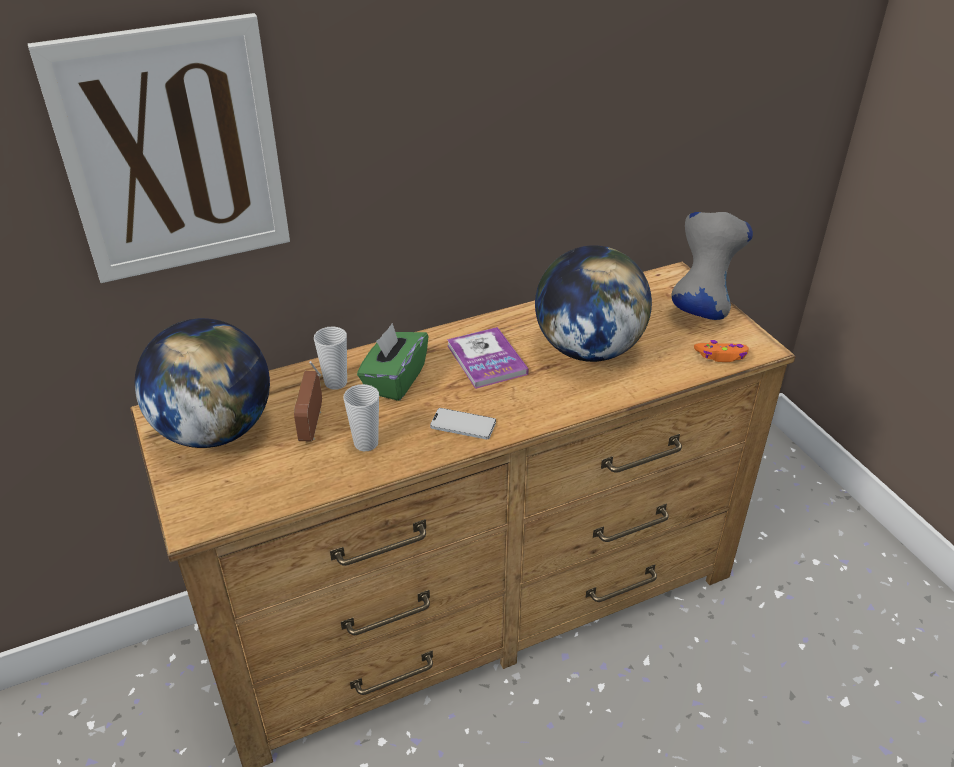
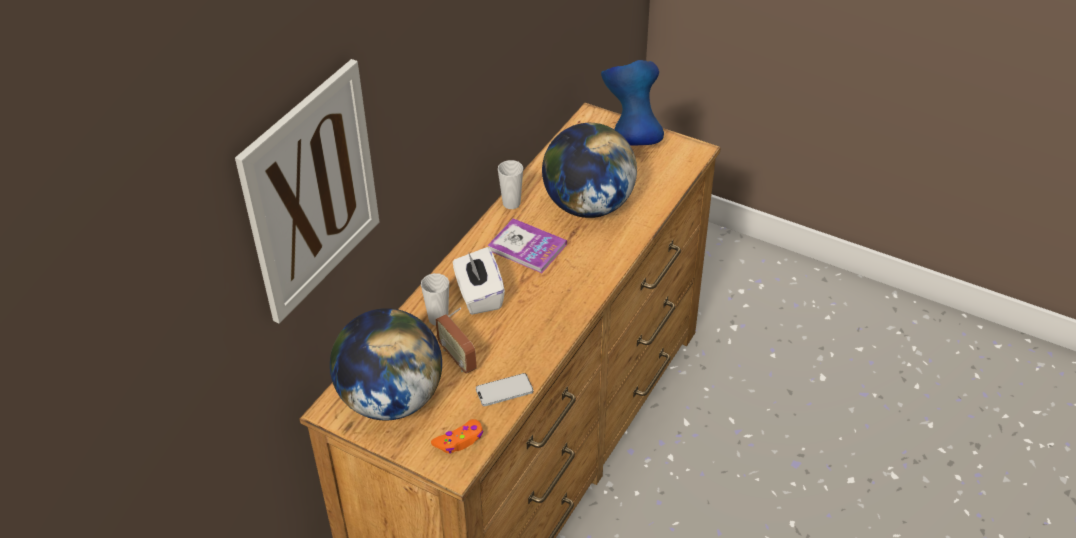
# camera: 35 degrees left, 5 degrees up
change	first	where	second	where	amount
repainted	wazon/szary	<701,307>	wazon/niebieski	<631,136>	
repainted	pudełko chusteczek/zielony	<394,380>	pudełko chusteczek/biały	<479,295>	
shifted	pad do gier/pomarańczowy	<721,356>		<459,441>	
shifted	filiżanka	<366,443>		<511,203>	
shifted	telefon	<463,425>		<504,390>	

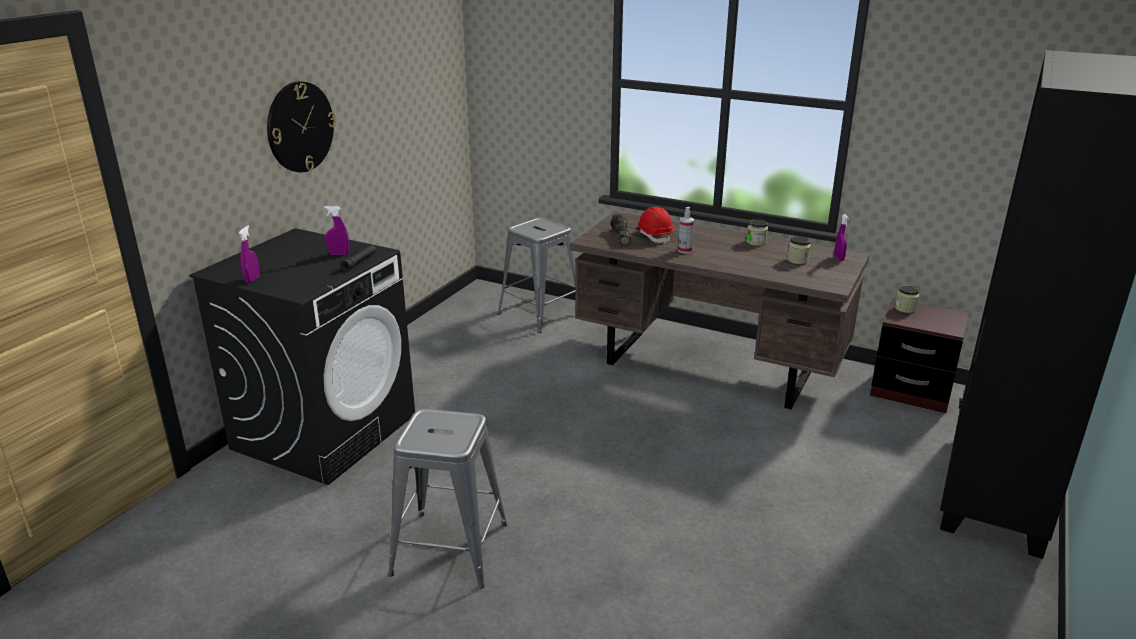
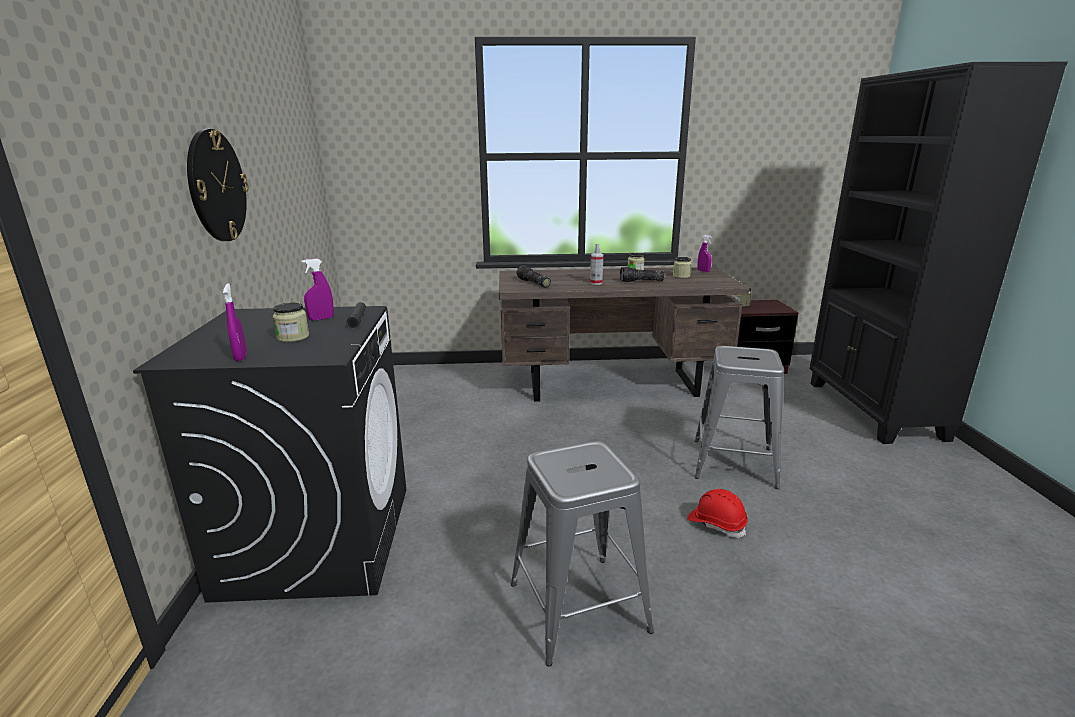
# camera: 30 degrees left, 5 degrees down
change	first	where	second	where	amount
shifted	kask/czerwony	<654,236>		<716,524>	
shifted	stołek/szary	<540,313>		<733,463>	
new			latarka	<641,281>	
new			słoik	<293,337>	

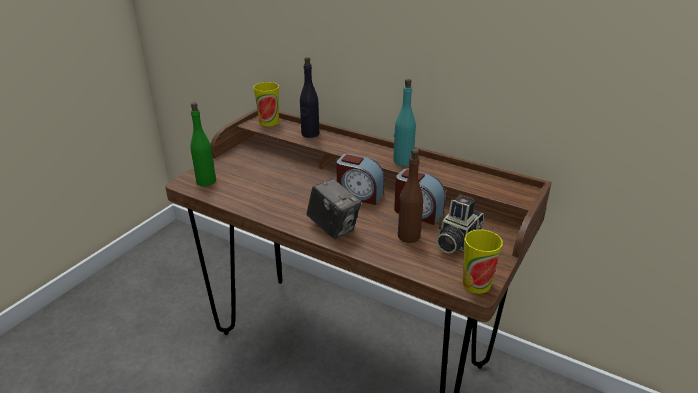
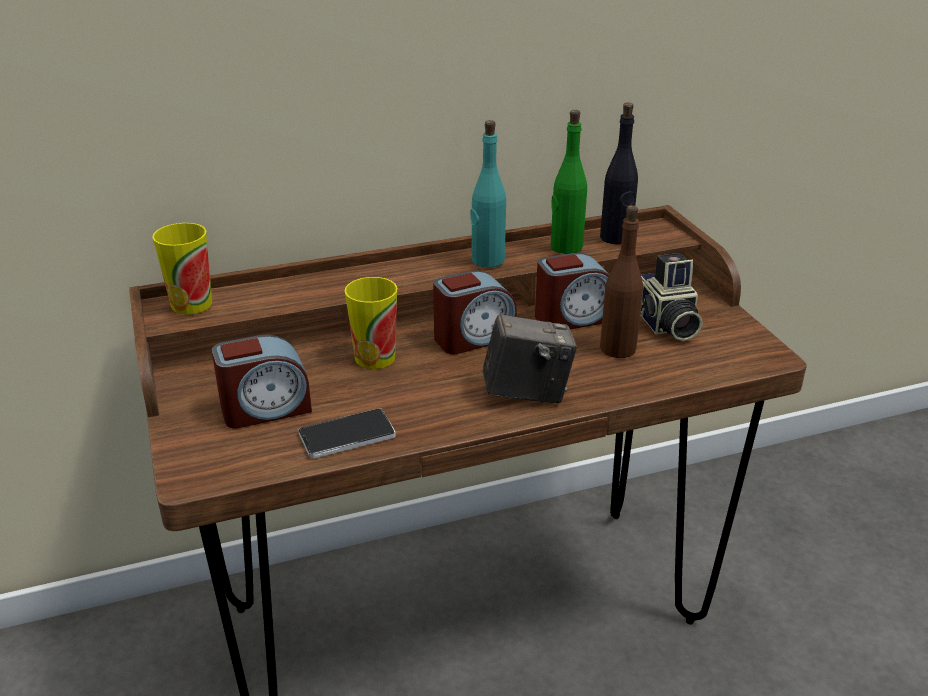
# camera: 50 degrees left, 0 degrees up
change	first	where	second	where	amount
shifted	butelka/czarny	<310,134>		<616,238>	
shifted	butelka/zielony	<206,181>		<565,247>	
shifted	filiżanka	<476,284>		<375,357>	
new			budzik	<265,409>	
new			telefon	<347,435>	

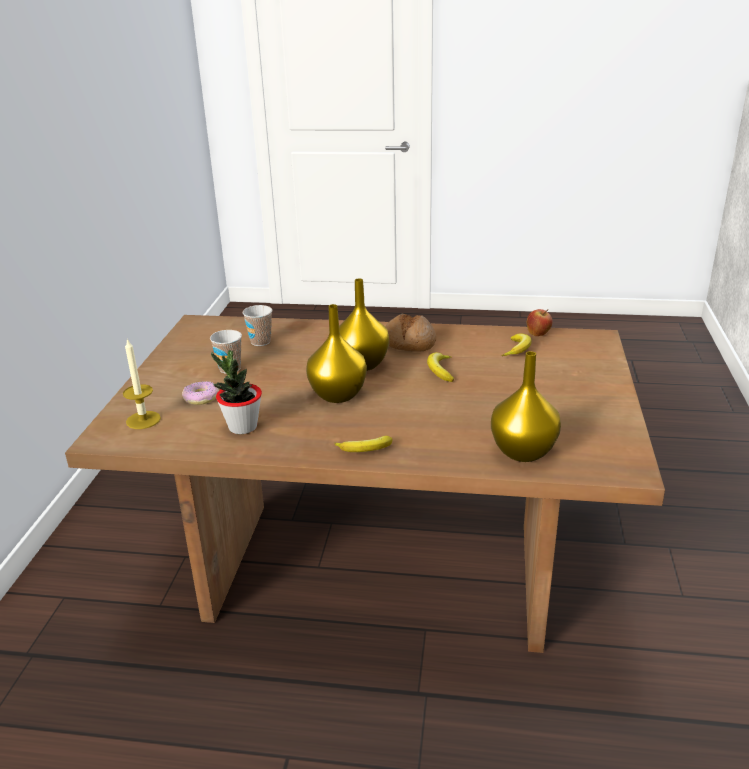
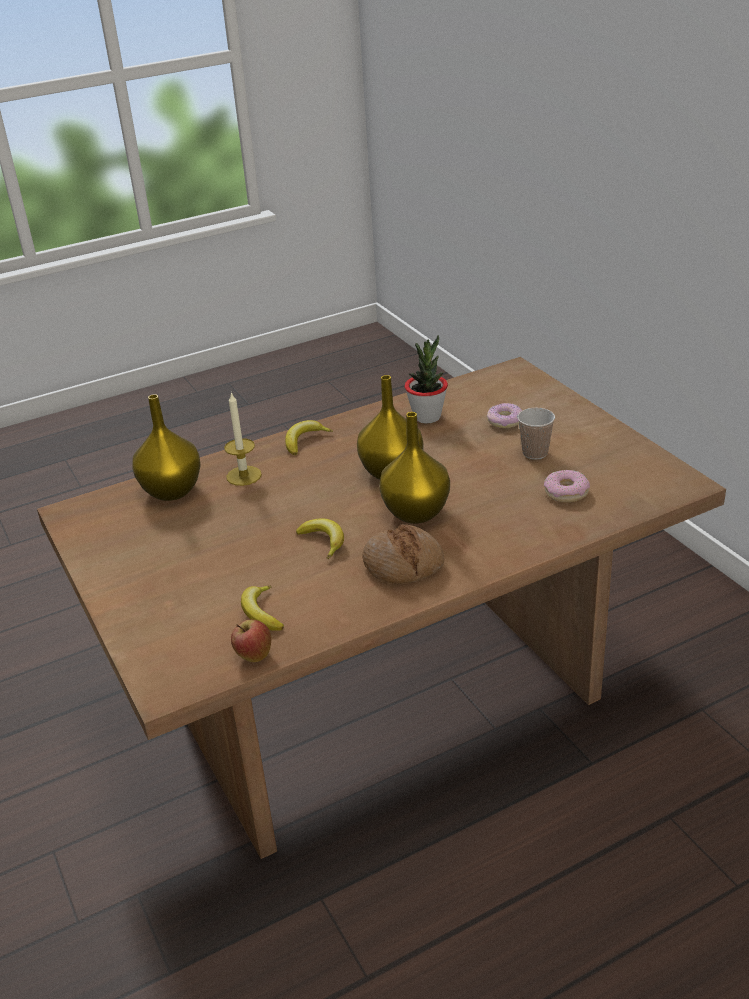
# camera: 145 degrees right, 5 degrees up
change	first	where	second	where	amount
swapped	filiżanka	<260,342>	donut	<566,492>	
shifted	świeca	<143,420>		<244,476>	

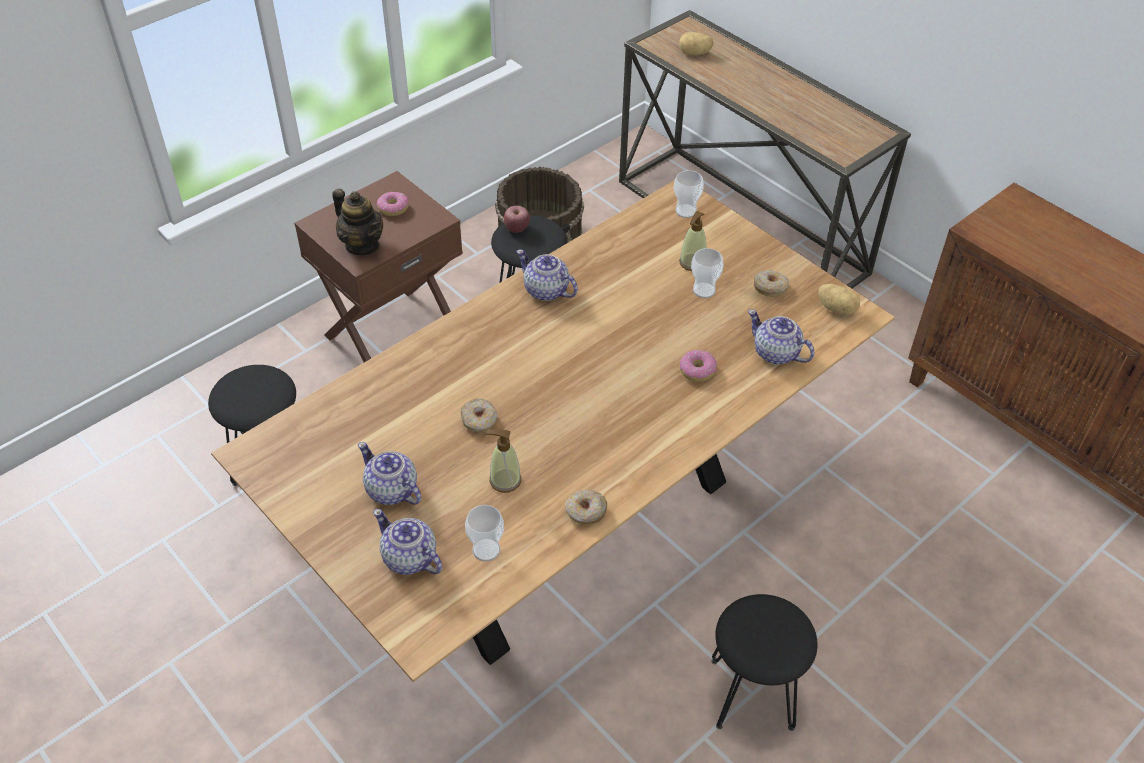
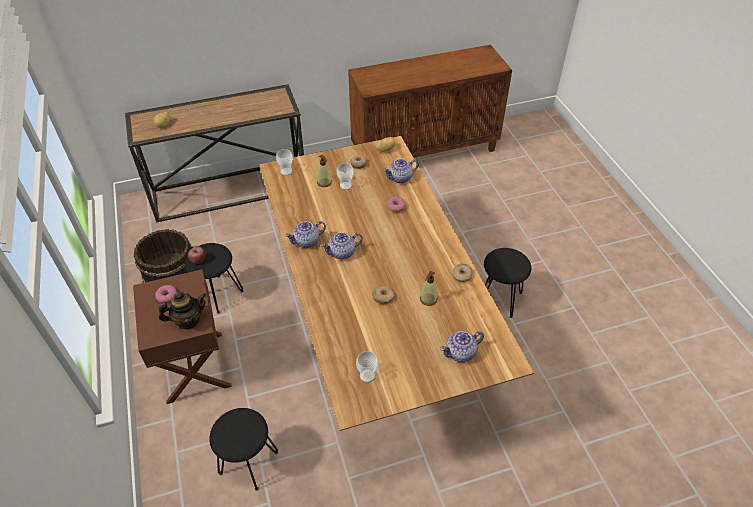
# camera: 65 degrees left, 0 degrees up
change	first	where	second	where	amount
shifted	imbryk	<392,491>		<342,253>	
shifted	filiżanka	<486,550>		<367,375>	

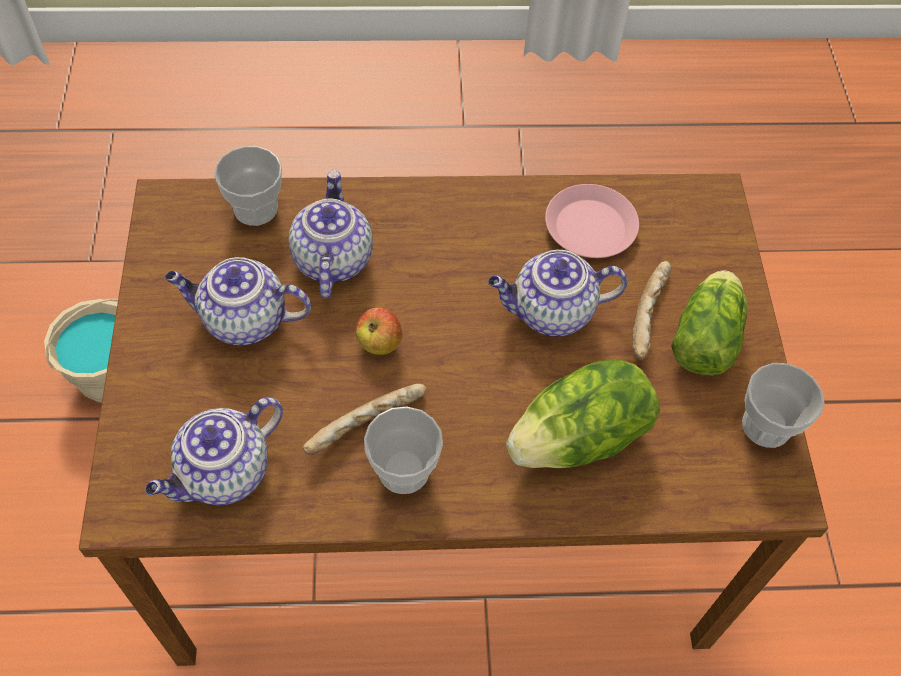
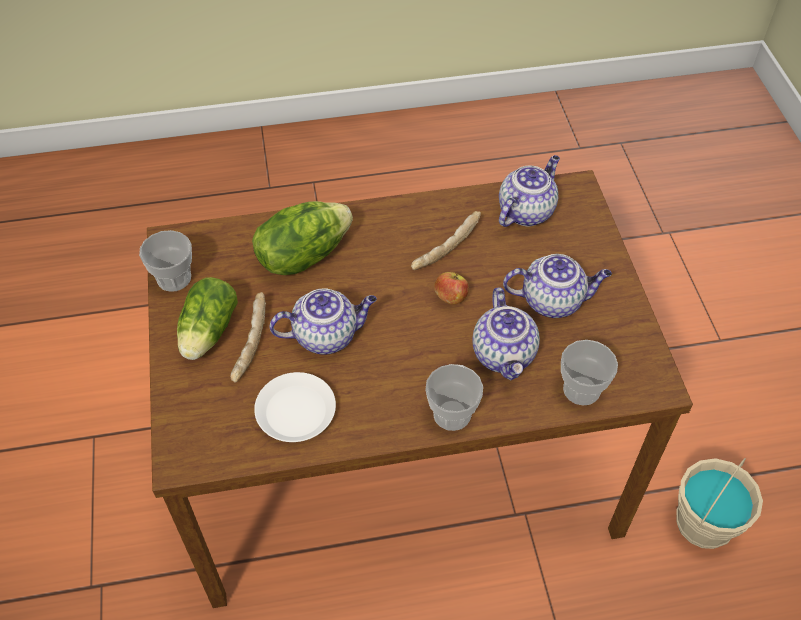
# camera: 175 degrees right, 5 degrees down
change	first	where	second	where	amount
repainted	talerz/różowy	<589,227>	talerz/biały	<296,412>	
shifted	filiżanka	<404,470>		<452,414>	

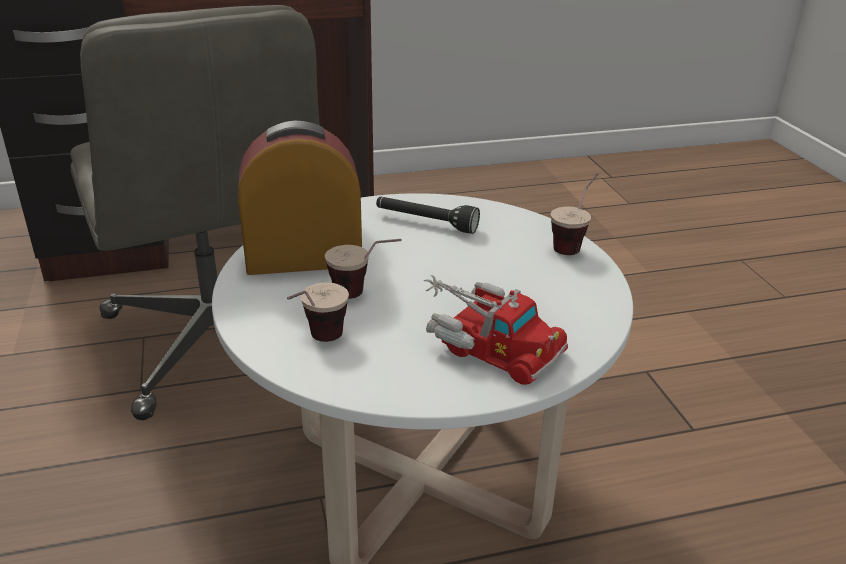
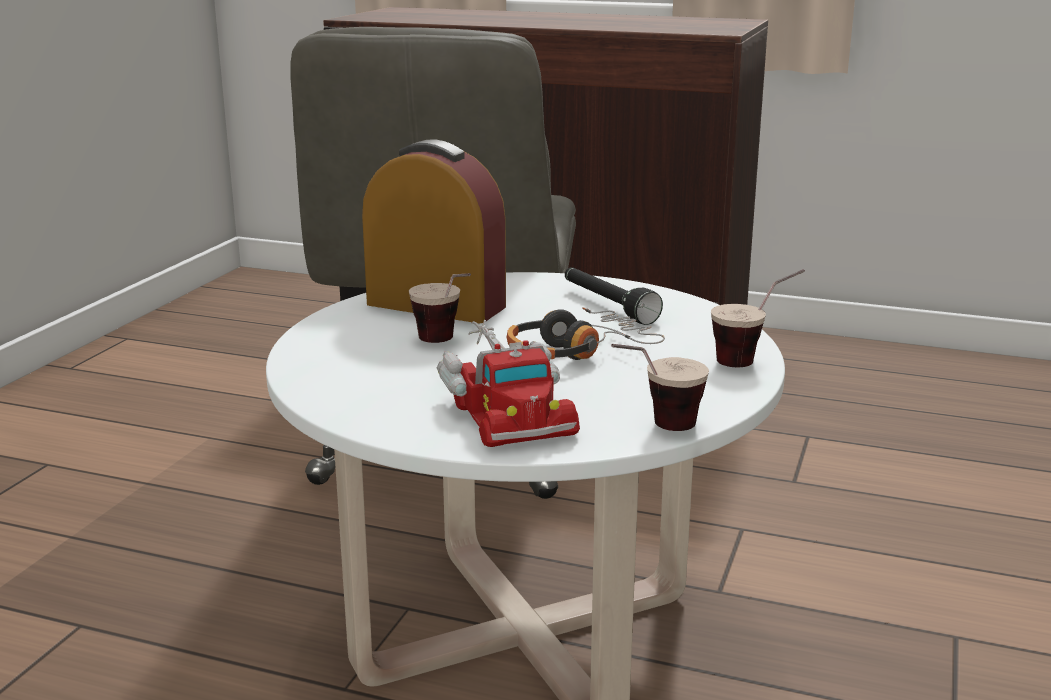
# camera: 35 degrees right, 10 degrees down
change	first	where	second	where	amount
shifted	filiżanka	<317,344>		<655,429>	
new			słuchawki	<578,351>	

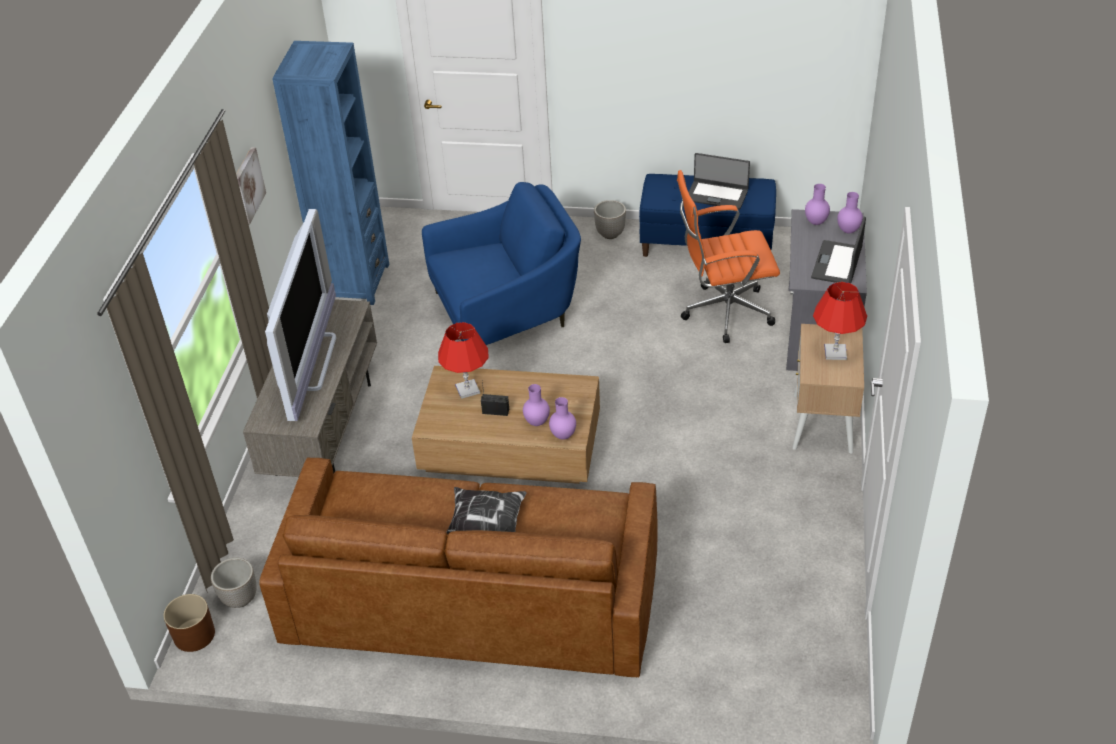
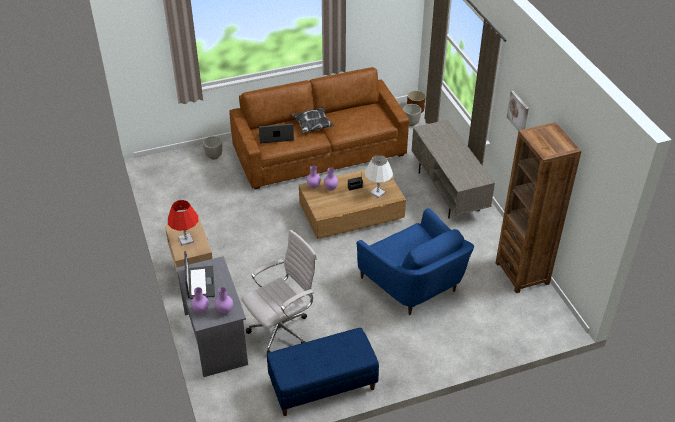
# camera: 150 degrees right, 0 degrees up
change	first	where	second	where	amount
repainted	regał/niebieski	<354,282>	regał/brązowy	<522,273>	
shifted	laptop	<717,195>		<276,136>	
repainted	krzesło biurowe/pomarańczowy	<723,313>	krzesło biurowe/biały	<282,330>	
rotated	fotel/niebieski	<506,313>		<414,284>	75 degrees counterclockwise
shifted	donica	<610,234>		<214,156>	
gone	telewizor	<312,361>			
repainted	lampa stołowa/czerwony	<467,389>	lampa stołowa/biały	<377,193>	

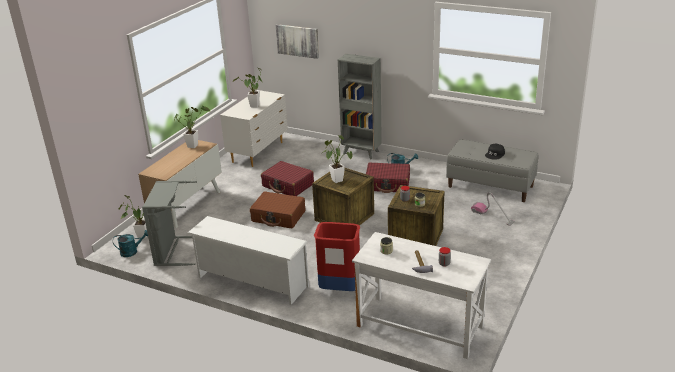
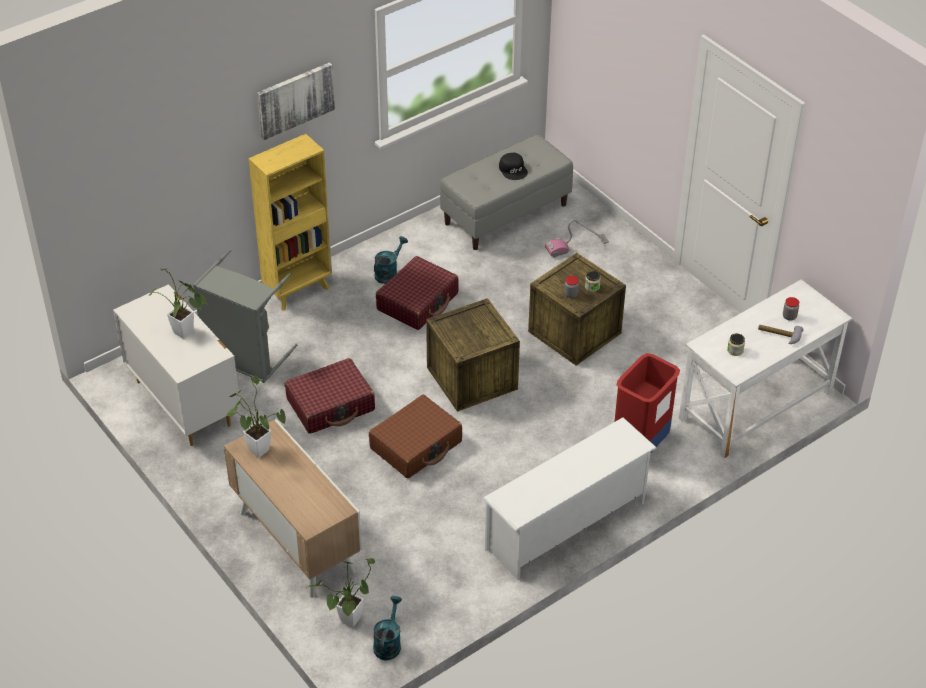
# camera: 65 degrees left, 15 degrees up
change	first	where	second	where	amount
shifted	obraz	<297,40>		<295,99>	
repainted	regał/szary	<361,153>	regał/żółty	<298,290>	
gone	roślina doniczkowa	<336,179>			
shifted	kosz na pranie/szary	<174,251>		<245,358>	

